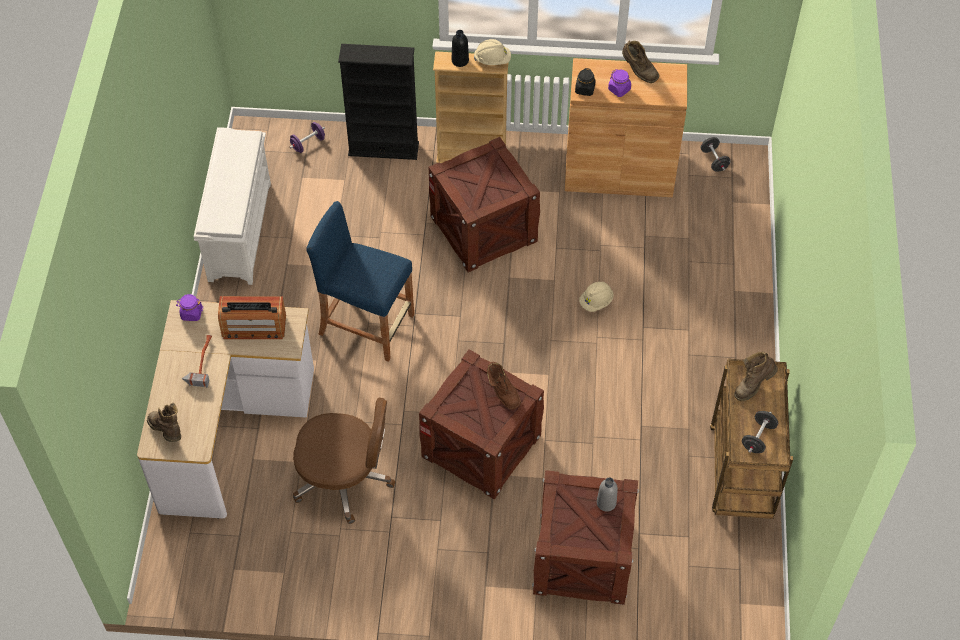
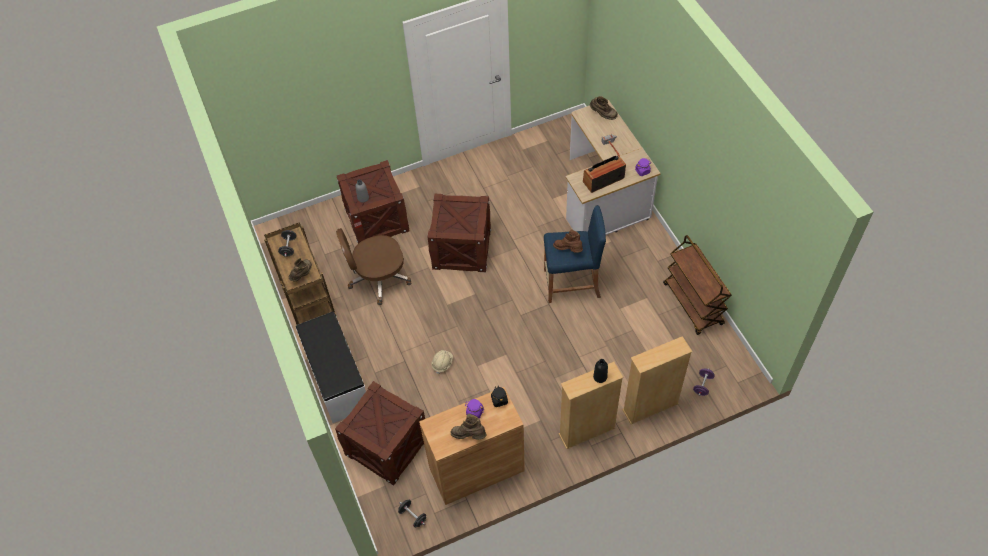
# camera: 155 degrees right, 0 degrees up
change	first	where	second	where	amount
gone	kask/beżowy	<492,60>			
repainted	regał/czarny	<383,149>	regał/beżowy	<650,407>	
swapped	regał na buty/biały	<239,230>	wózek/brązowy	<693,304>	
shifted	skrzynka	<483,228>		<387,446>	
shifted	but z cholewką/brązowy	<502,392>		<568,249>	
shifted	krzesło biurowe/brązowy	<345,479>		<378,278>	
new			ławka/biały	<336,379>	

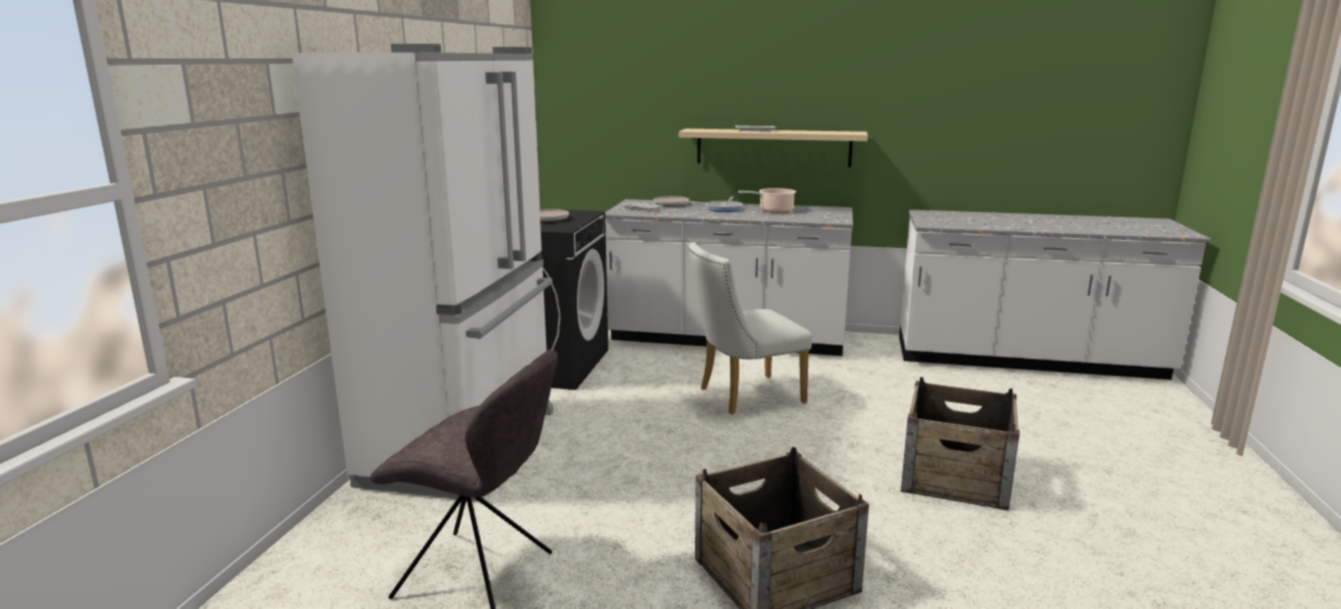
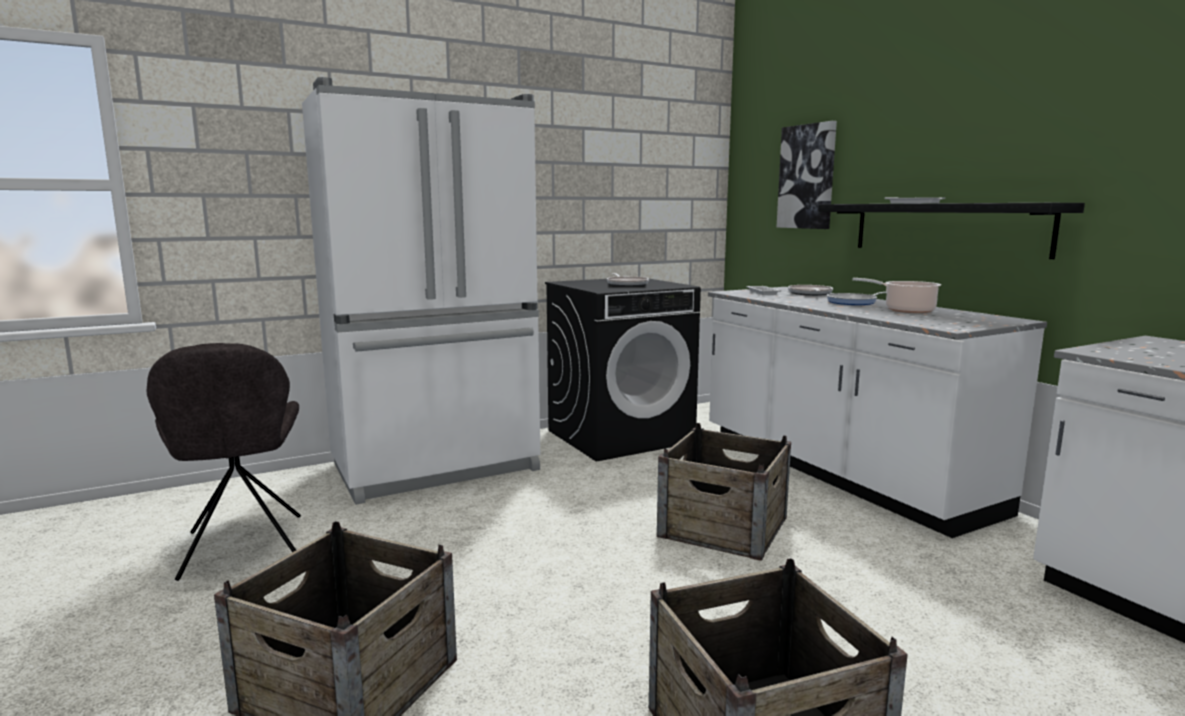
# camera: 50 degrees right, 5 degrees down
change	first	where	second	where	amount
repainted	półka/beżowy	<773,147>	półka/czarny	<946,228>	
swapped	krzesło/biały	<744,396>	skrzynka	<723,526>	
new			obraz	<807,177>	

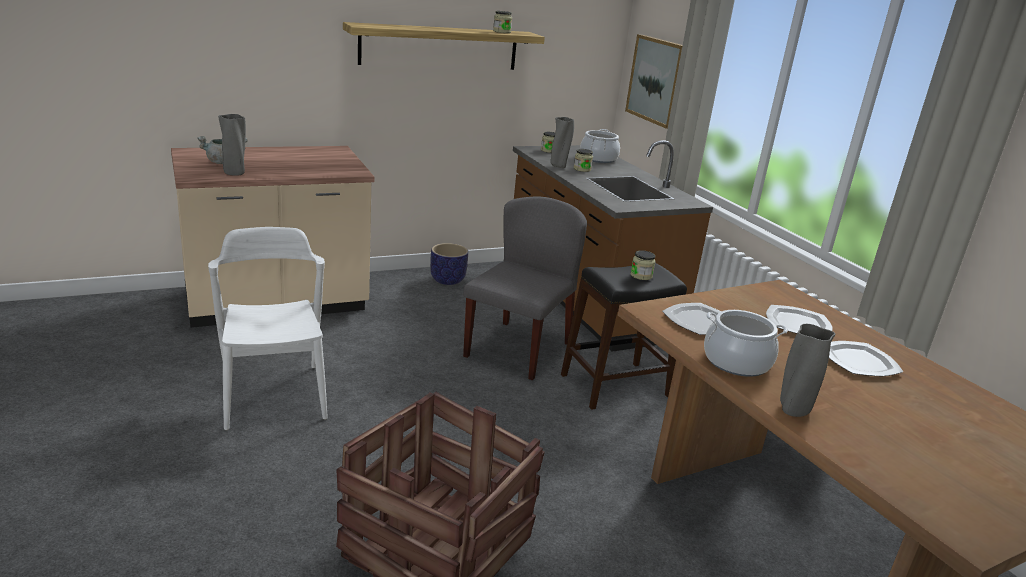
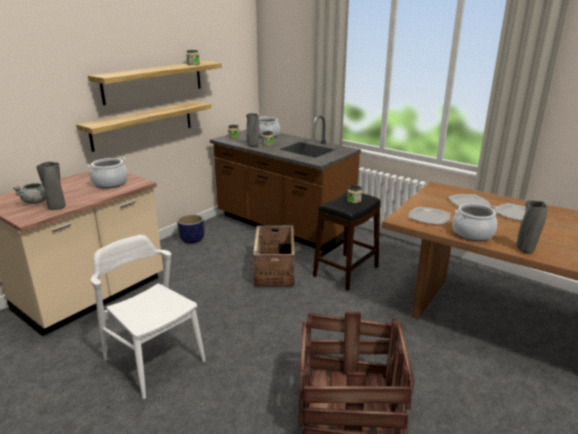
# camera: 25 degrees left, 0 degrees up
change	first	where	second	where	amount
gone	obraz	<656,80>			
swapped	krzesło/szary	<518,349>	skrzynka	<275,269>	
new			półka	<143,125>	
new			garnek	<110,183>	

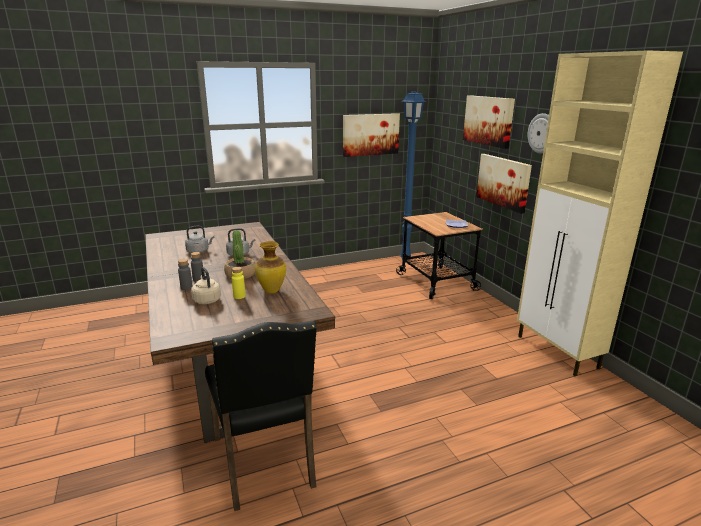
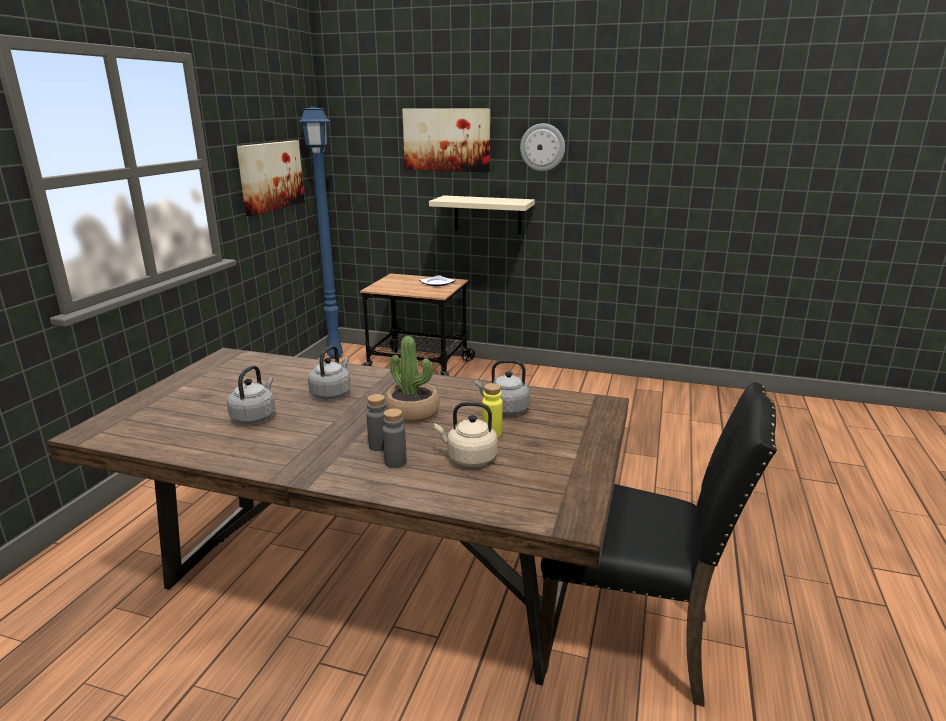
# camera: 50 degrees left, 0 degrees up
change	first	where	second	where	amount
gone	szafka/beżowy	<557,352>			
swapped	obraz	<503,182>	półka/beżowy	<488,214>	
swapped	wazon	<271,291>	czajnik/szary	<504,409>	

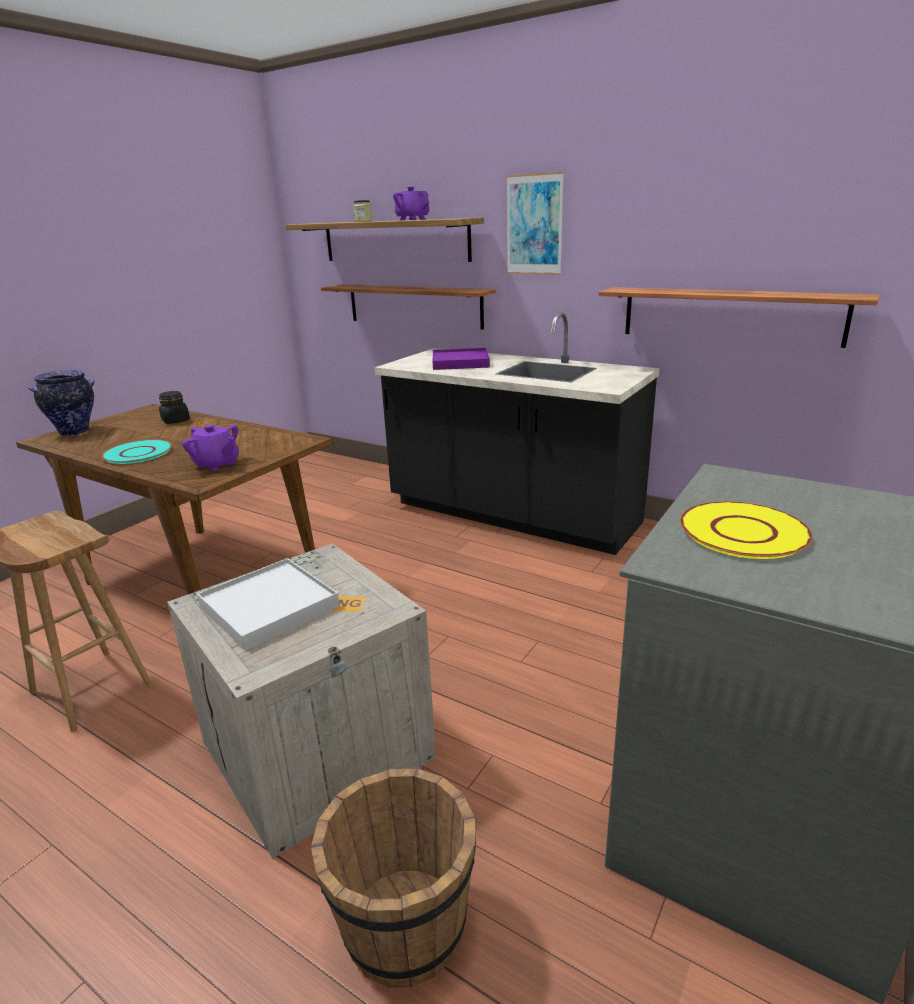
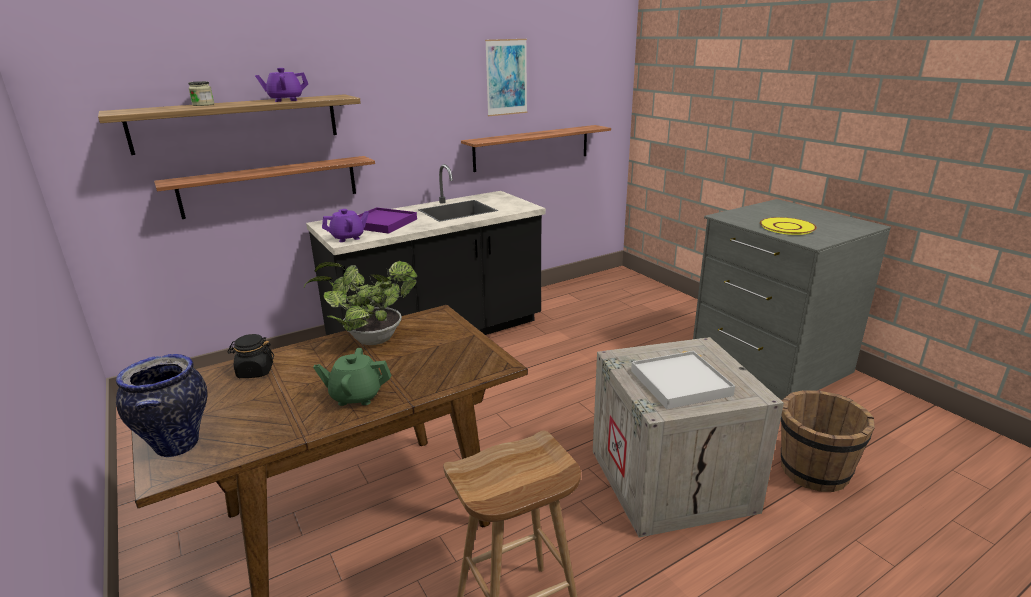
# camera: 65 degrees left, 0 degrees up
change	first	where	second	where	amount
shifted	obraz	<534,225>		<506,77>	
shifted	imbryk/fioletowy	<216,465>		<348,238>	
swapped	talerz/turkusowy	<138,453>	imbryk/zielony	<356,396>	
new			roślina doniczkowa	<370,340>	

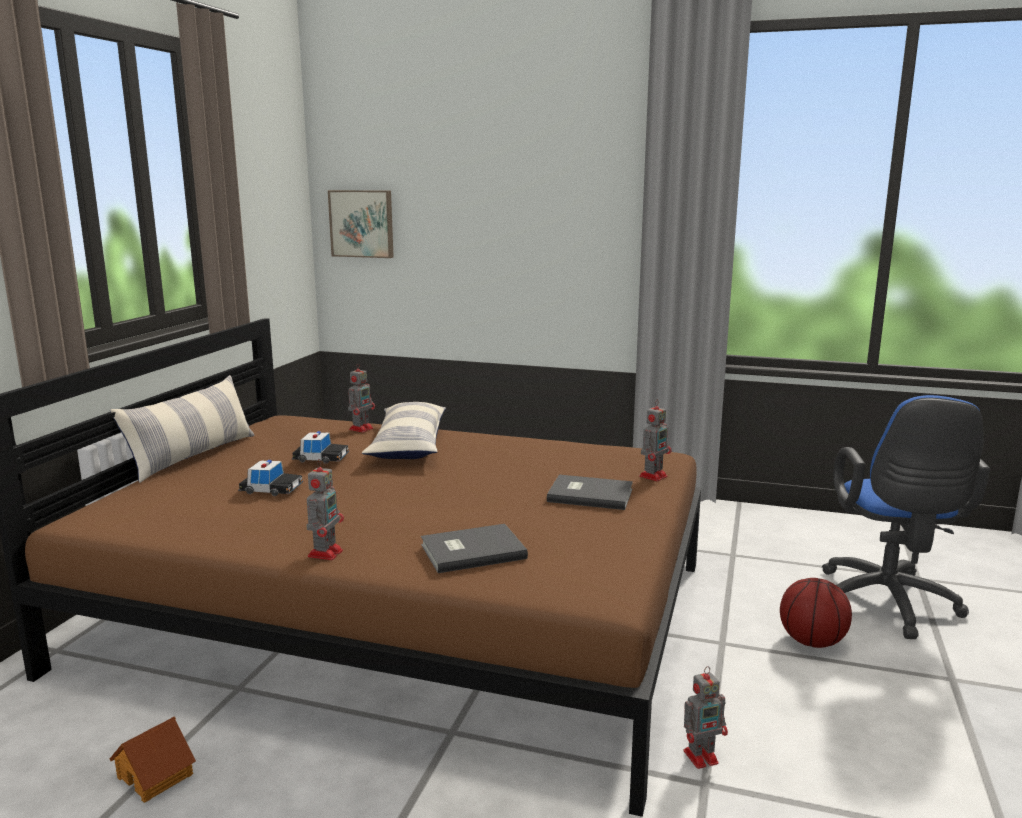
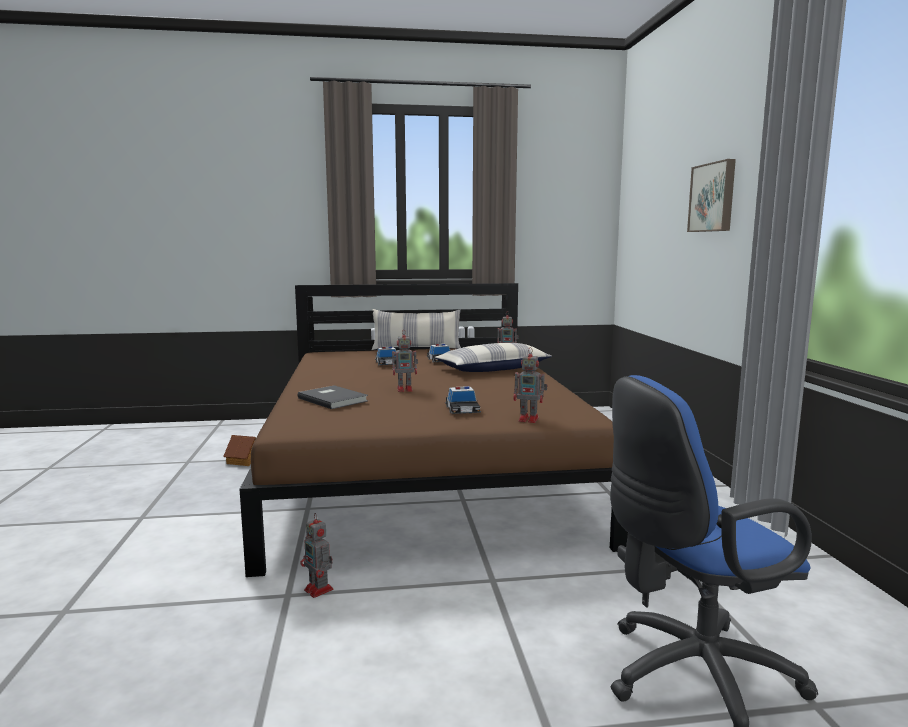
# camera: 65 degrees right, 5 degrees down
change	first	where	second	where	amount
shifted	obraz	<362,223>		<713,197>	
shifted	robot zabawkowy	<326,552>		<405,389>	
swapped	książka/szary	<589,494>	samochodzik	<462,409>	
gone	piłka do koszykówki	<811,641>			

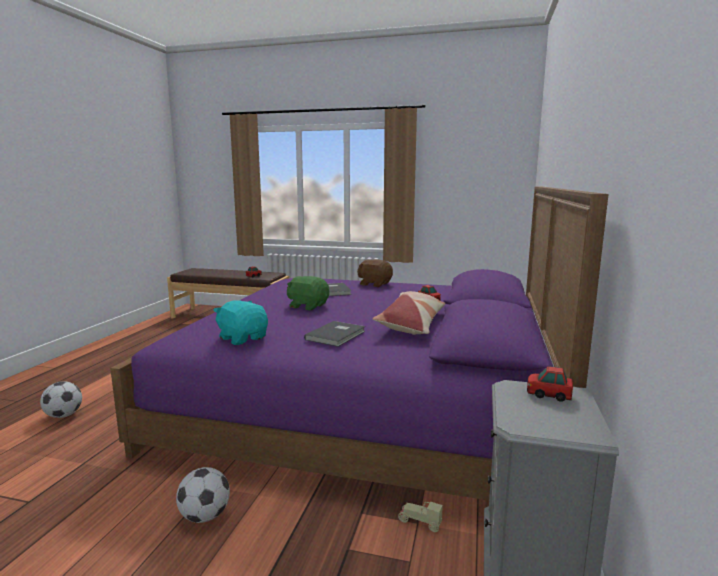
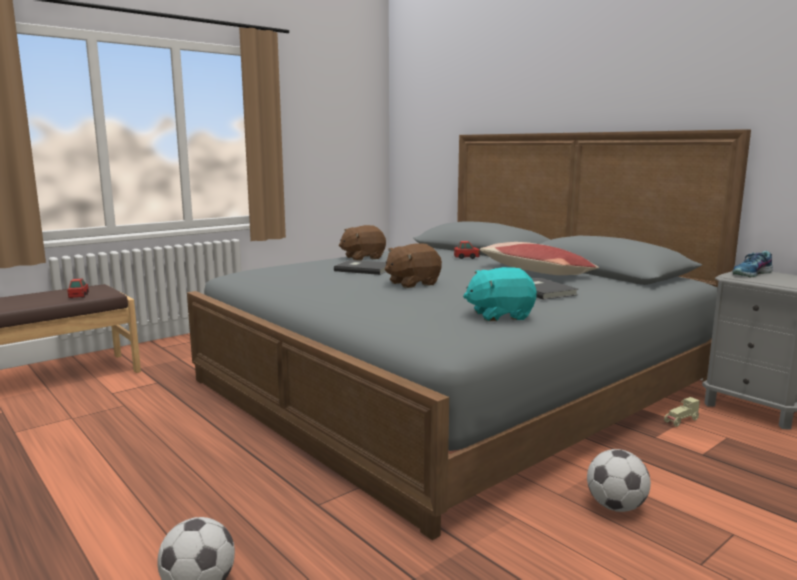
# camera: 55 degrees left, 0 degrees up
change	first	where	second	where	amount
repainted	łóżko/fioletowy	<369,399>	łóżko/szary	<453,382>	
repainted	pluszak/zielony	<308,306>	pluszak/brązowy	<412,283>	
swapped	samochodzik	<548,395>	but	<752,274>	

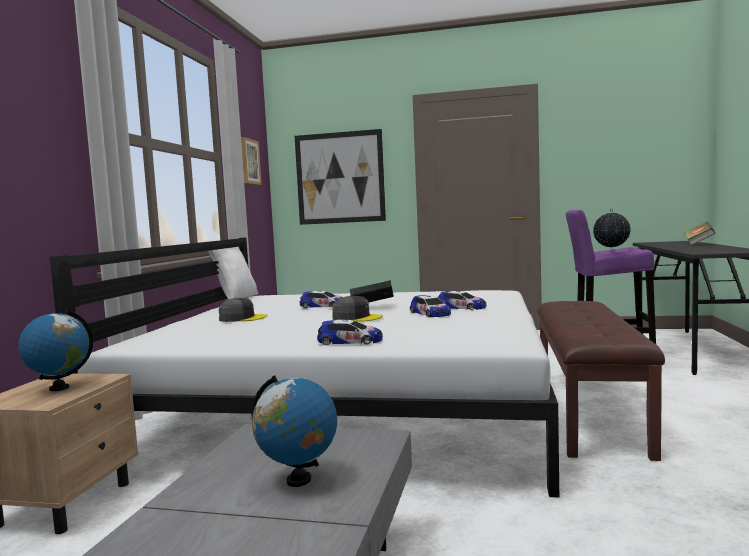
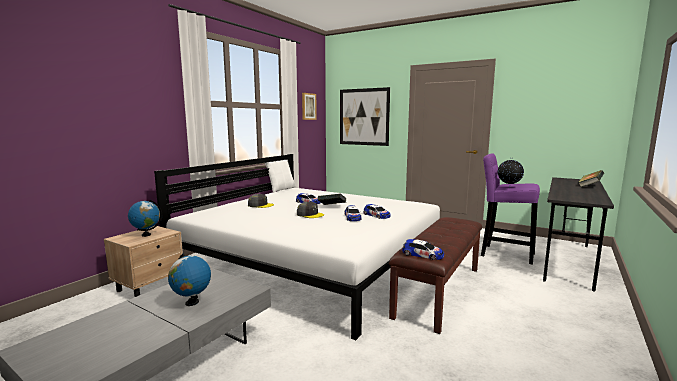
# camera: 20 degrees right, 5 degrees up
change	first	where	second	where	amount
shifted	samochodzik	<350,341>		<422,254>	

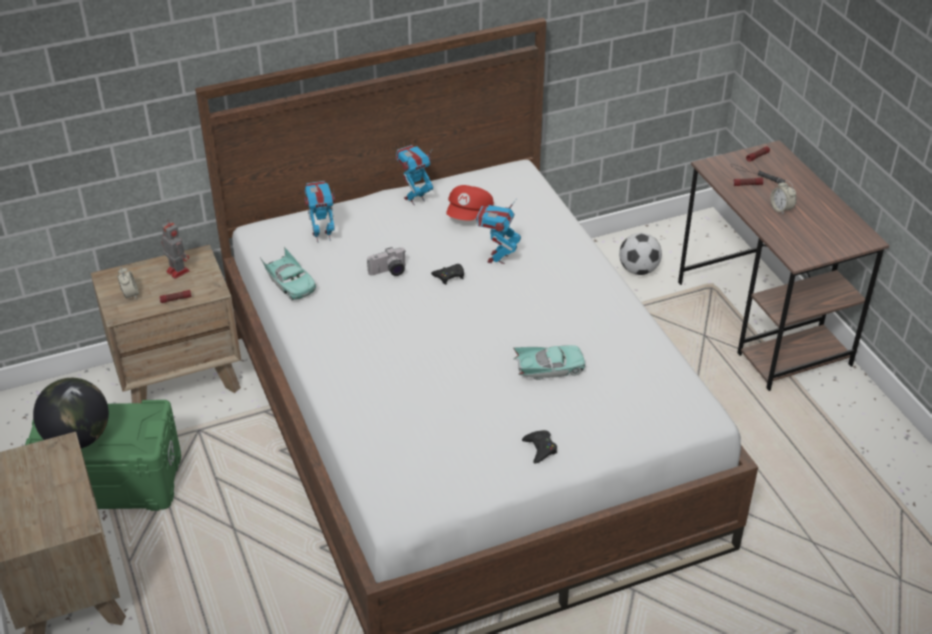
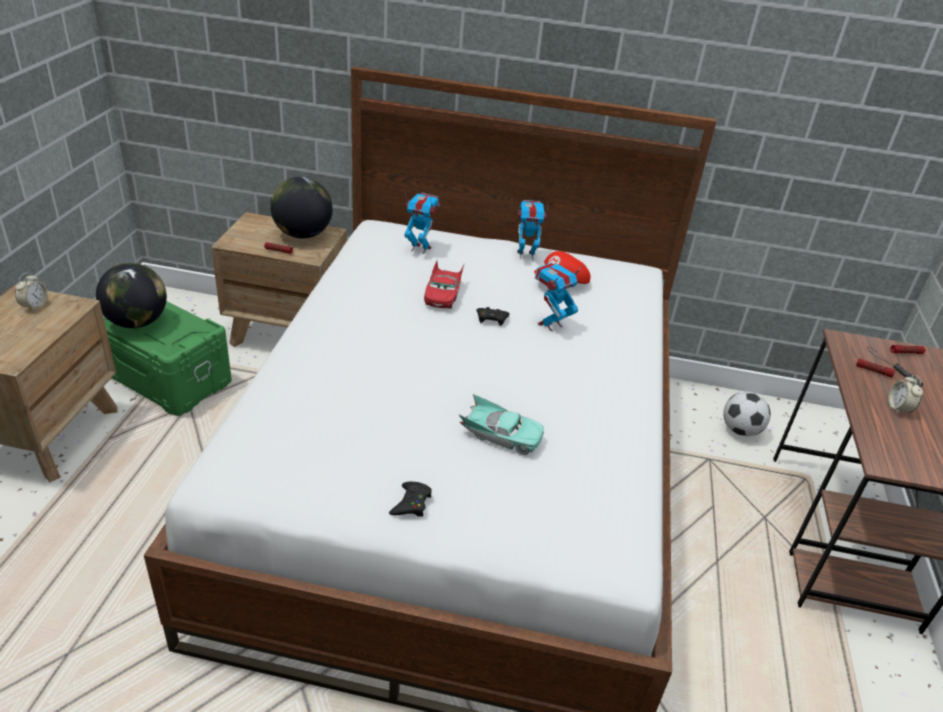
# camera: 30 degrees right, 5 degrees down
change	first	where	second	where	amount
swapped	robot zabawkowy	<177,271>	globus	<303,234>	
gone	samochodzik/turkusowy	<290,283>			
swapped	aparat fotograficzny	<389,272>	samochodzik/czerwony	<443,294>	
shifted	budzik	<130,295>		<35,306>	

